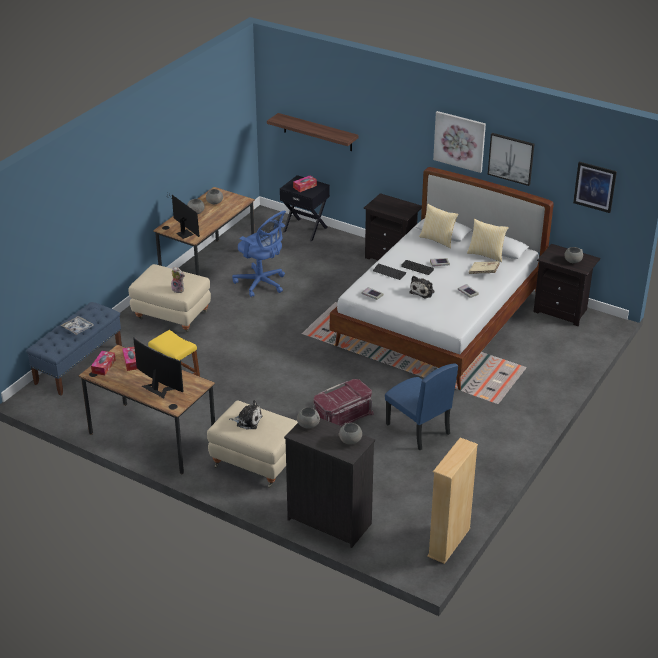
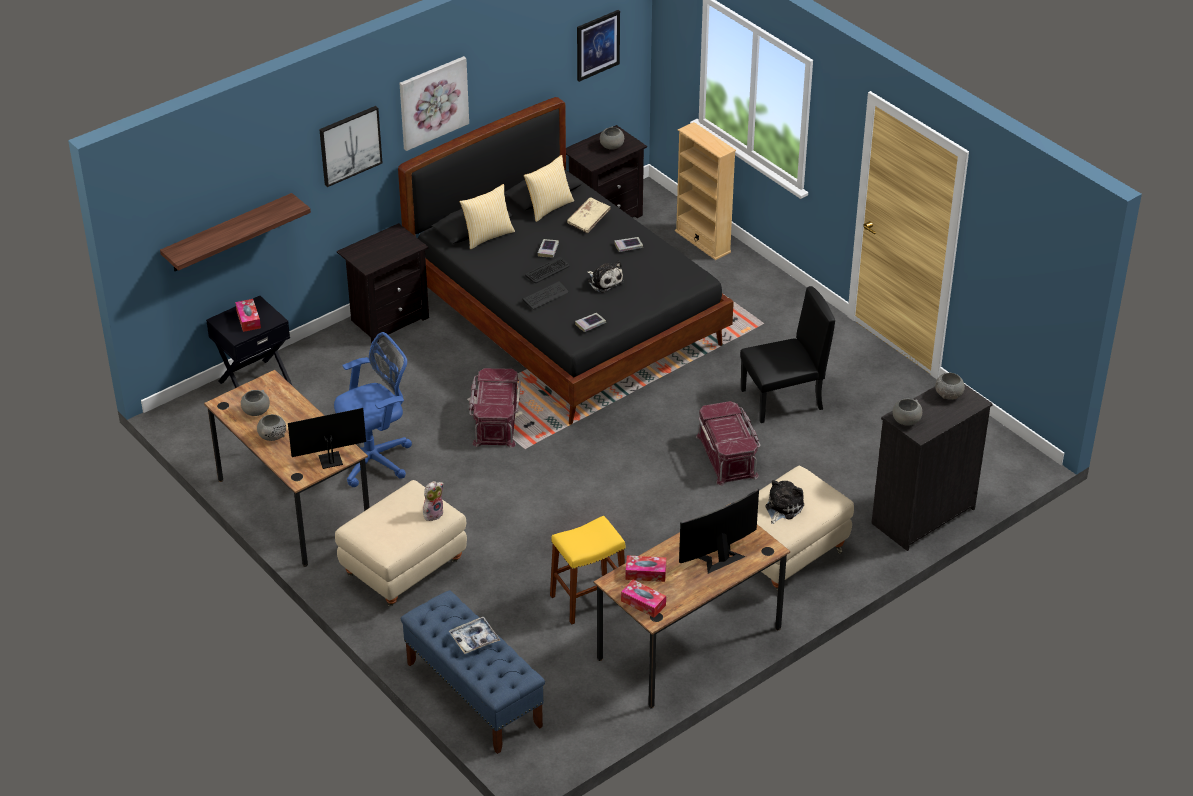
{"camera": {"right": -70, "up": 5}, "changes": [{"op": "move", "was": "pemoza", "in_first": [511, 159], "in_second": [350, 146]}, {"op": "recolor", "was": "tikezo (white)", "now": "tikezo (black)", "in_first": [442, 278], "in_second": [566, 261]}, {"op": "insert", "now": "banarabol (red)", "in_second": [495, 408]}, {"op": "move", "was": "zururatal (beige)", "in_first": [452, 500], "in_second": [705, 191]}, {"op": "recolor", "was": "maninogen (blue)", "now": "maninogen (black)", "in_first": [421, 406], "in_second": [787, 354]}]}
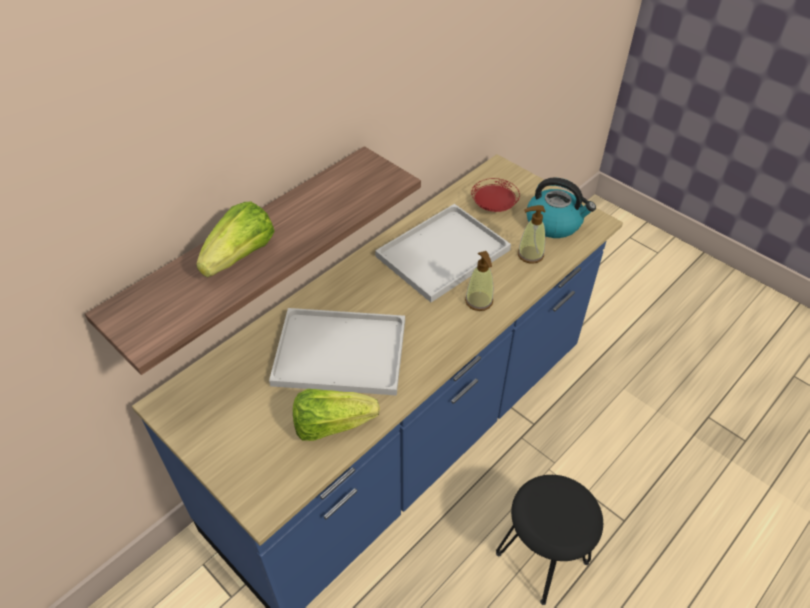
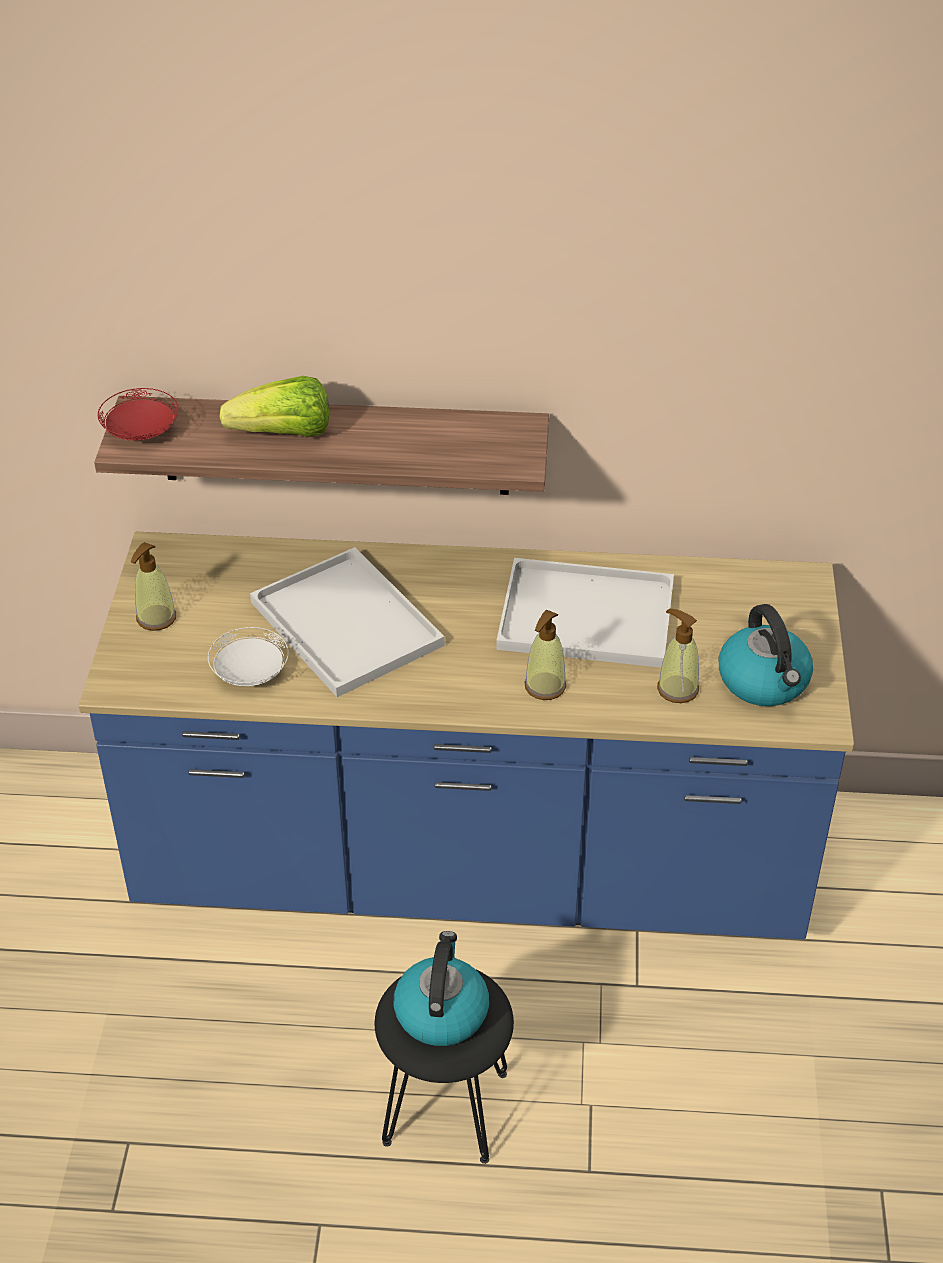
{"camera": {"right": 50, "up": -5}, "changes": [{"op": "move", "was": "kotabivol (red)", "in_first": [495, 195], "in_second": [138, 414]}, {"op": "insert", "now": "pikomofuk", "in_second": [153, 586]}, {"op": "replace", "was": "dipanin", "now": "kotabivol (white)", "in_first": [336, 415], "in_second": [248, 656]}, {"op": "insert", "now": "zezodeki", "in_second": [441, 988]}]}
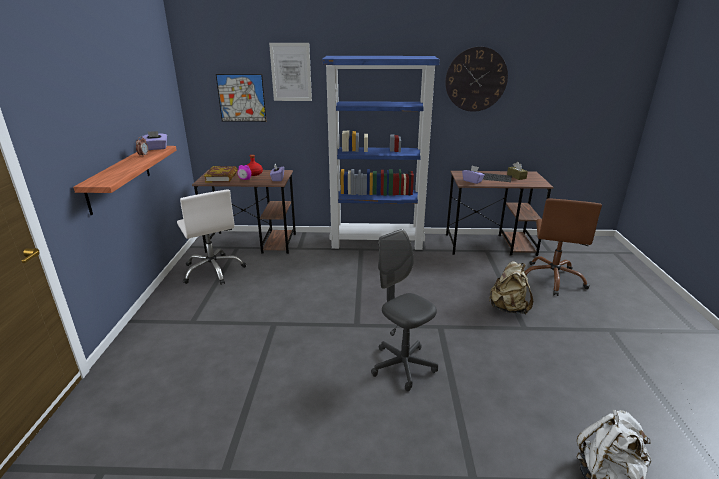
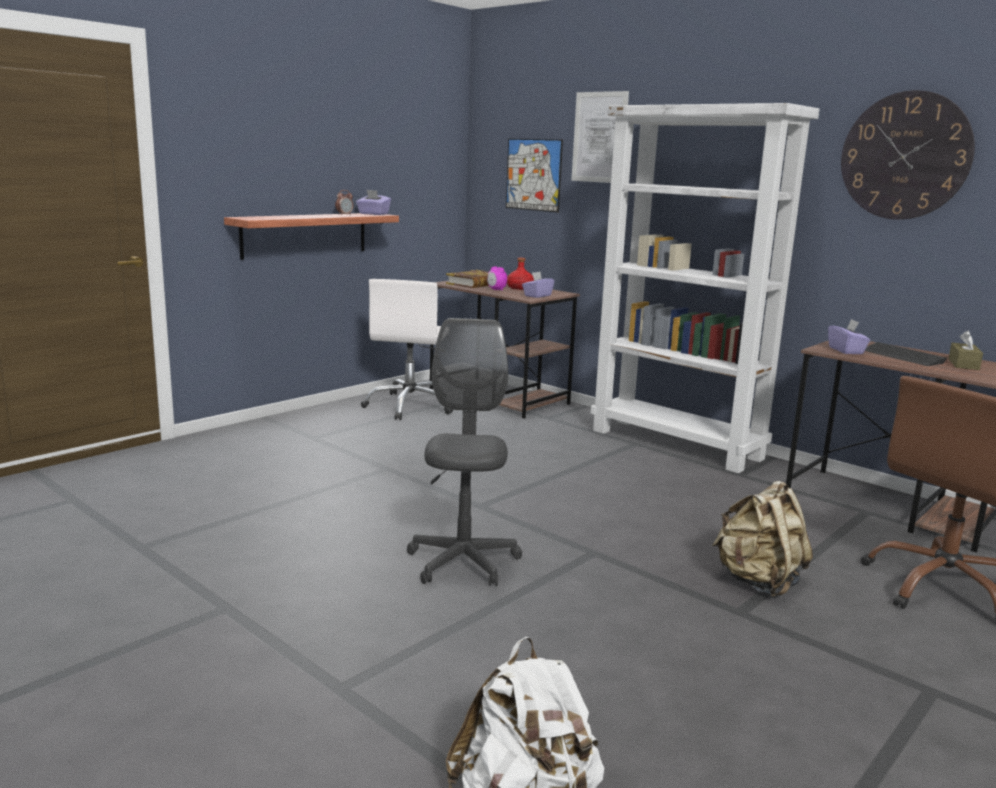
{"camera": {"right": 40, "up": -10}, "changes": [{"op": "recolor", "was": "zururatal (blue)", "now": "zururatal (white)", "in_first": [381, 153], "in_second": [705, 288]}]}
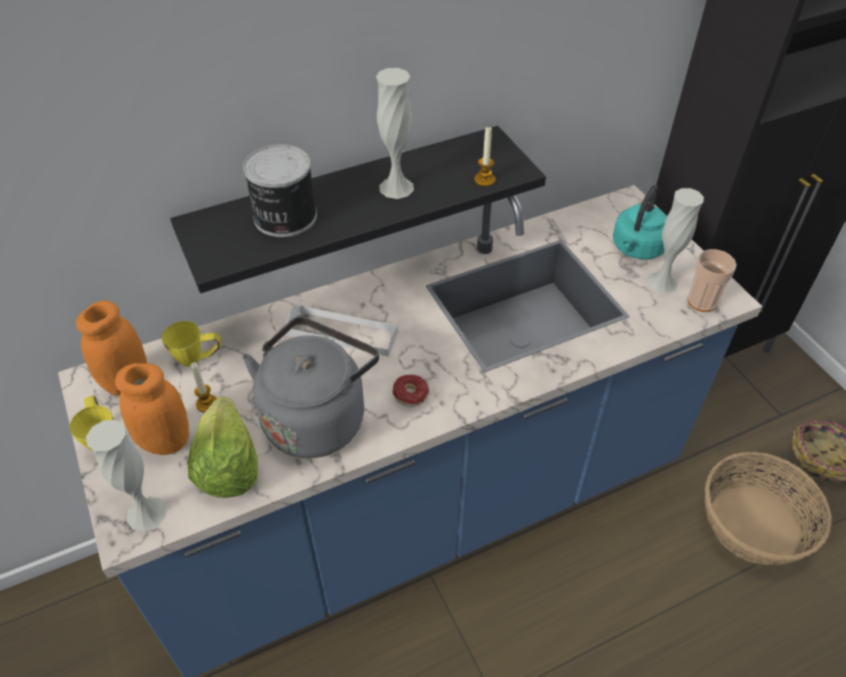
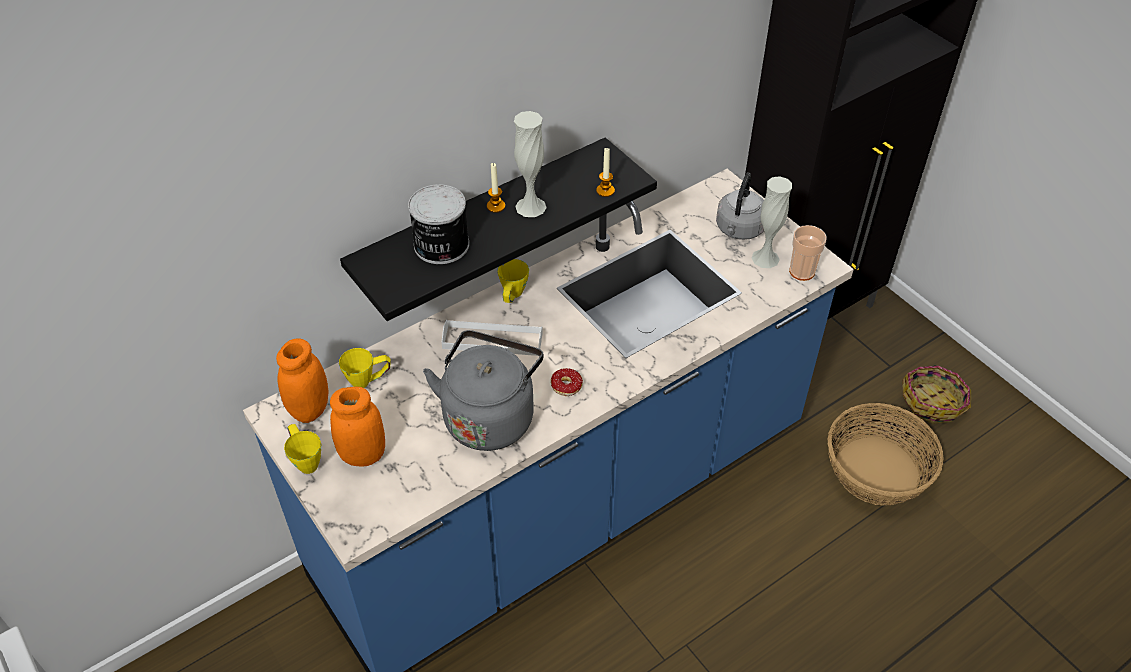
{"camera": {"right": -10, "up": 0}, "changes": [{"op": "move", "was": "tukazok", "in_first": [204, 387], "in_second": [496, 188]}, {"op": "insert", "now": "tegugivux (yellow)", "in_second": [513, 281]}, {"op": "recolor", "was": "zezodeki (turquoise)", "now": "zezodeki (grey)", "in_first": [640, 222], "in_second": [740, 206]}, {"op": "delete", "was": "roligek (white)", "in_first": [126, 476]}, {"op": "delete", "was": "dipanin", "in_first": [223, 447]}]}
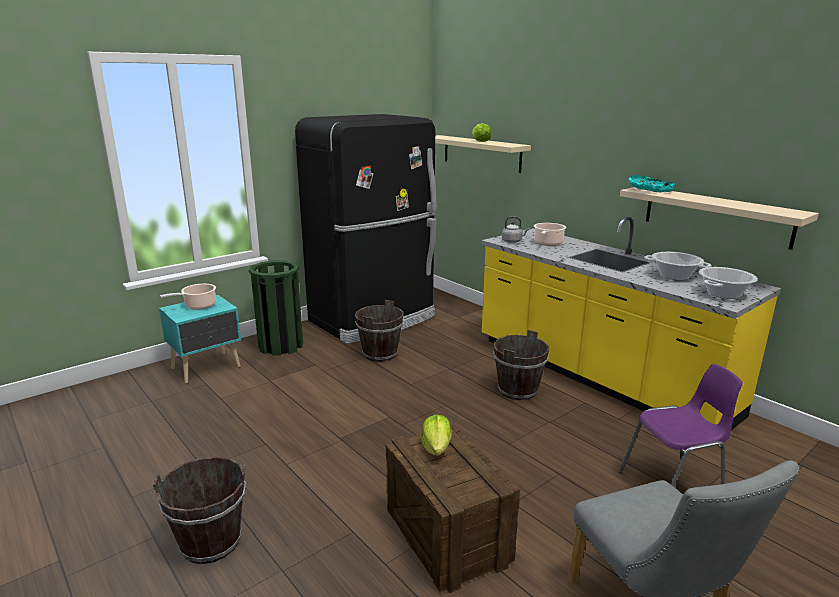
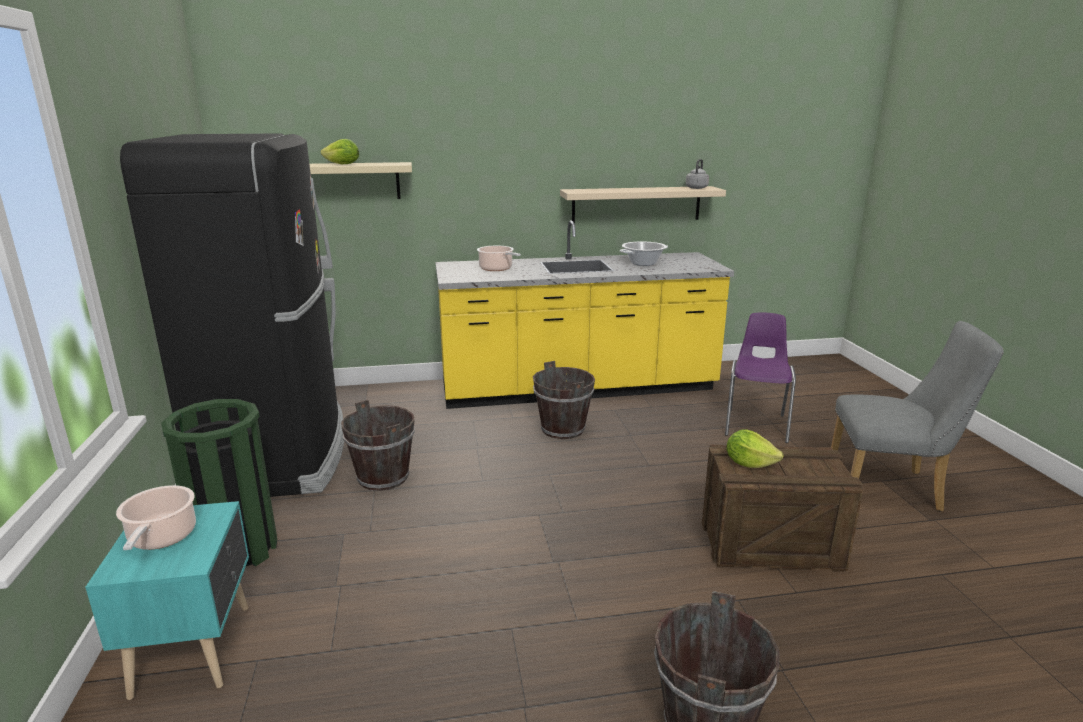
{"camera": {"right": -60, "up": 0}, "changes": [{"op": "move", "was": "zezodeki (grey)", "in_first": [515, 230], "in_second": [697, 174]}, {"op": "delete", "was": "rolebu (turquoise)", "in_first": [652, 183]}, {"op": "delete", "was": "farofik", "in_first": [728, 283]}]}
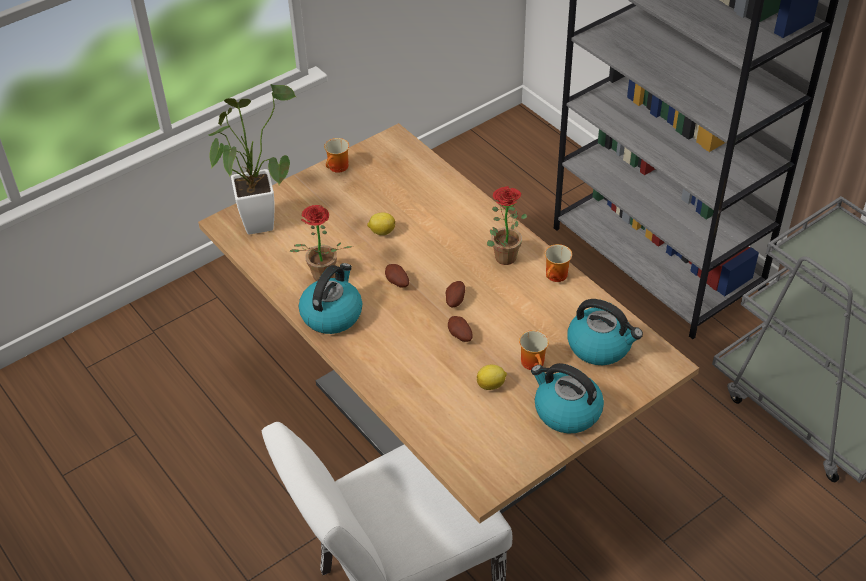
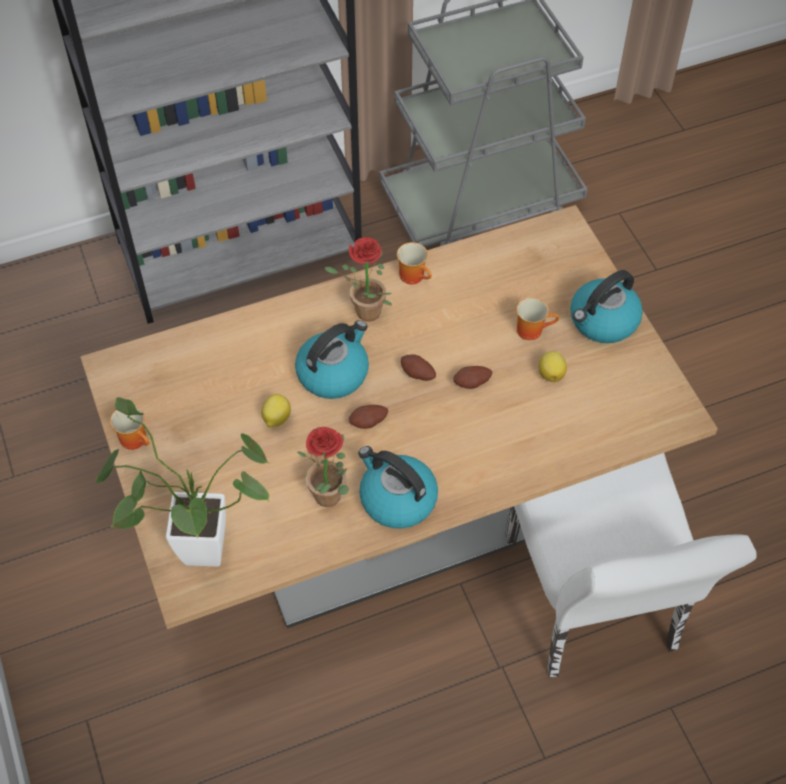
{"camera": {"right": -75, "up": 10}, "changes": [{"op": "move", "was": "zezodeki", "in_first": [605, 332], "in_second": [332, 359]}]}
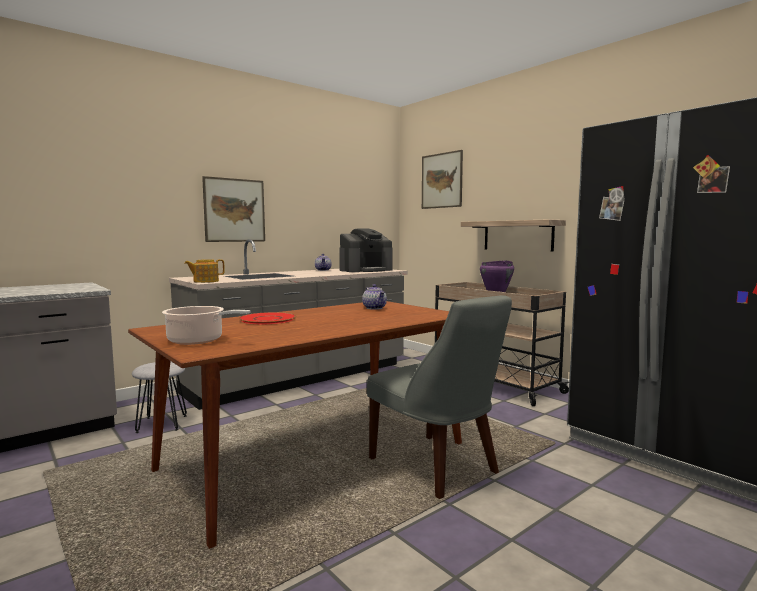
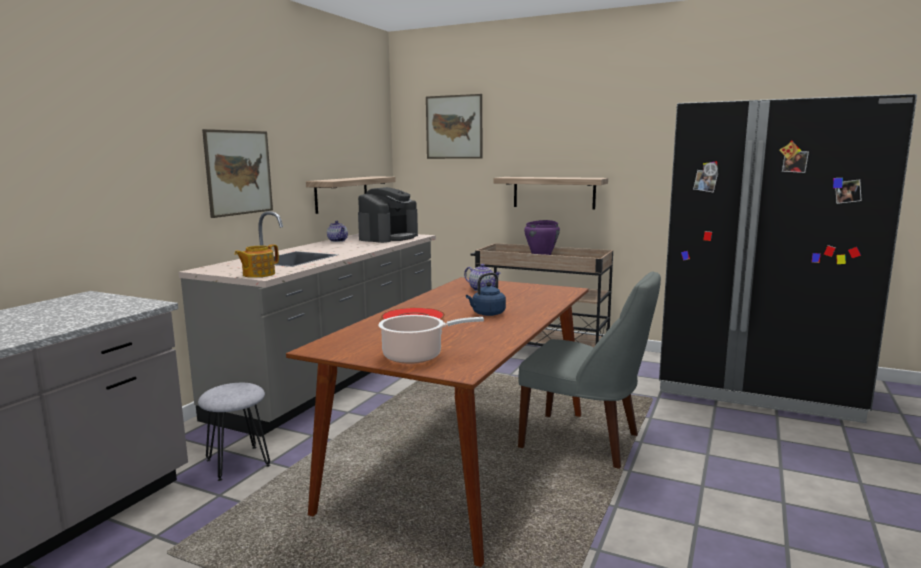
{"camera": {"right": -25, "up": 5}, "changes": [{"op": "insert", "now": "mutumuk", "in_second": [351, 195]}, {"op": "insert", "now": "zezodeki (blue)", "in_second": [486, 294]}]}
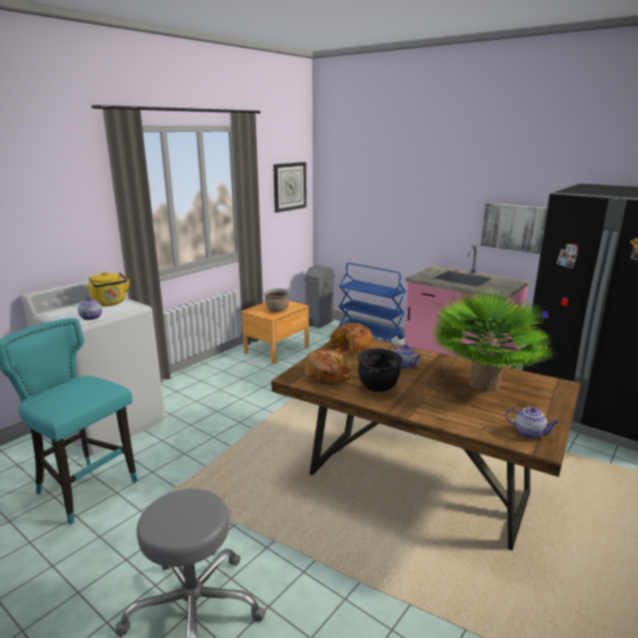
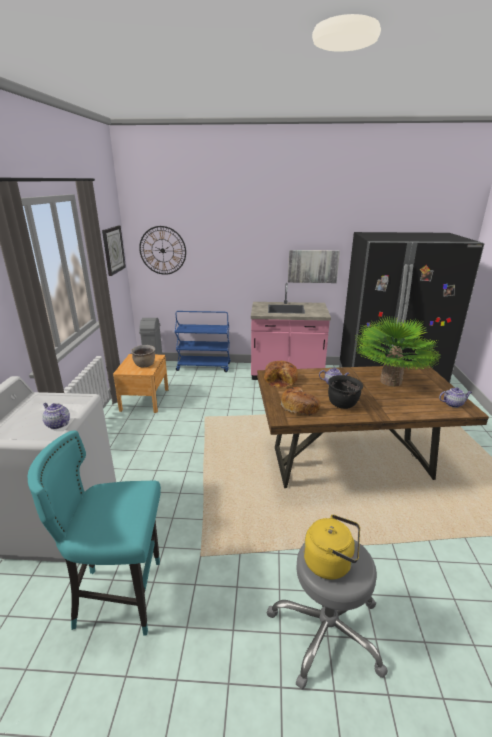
{"camera": {"right": -35, "up": 5}, "changes": [{"op": "insert", "now": "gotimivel", "in_second": [162, 250]}, {"op": "move", "was": "zezodeki (yellow)", "in_first": [109, 289], "in_second": [332, 547]}]}
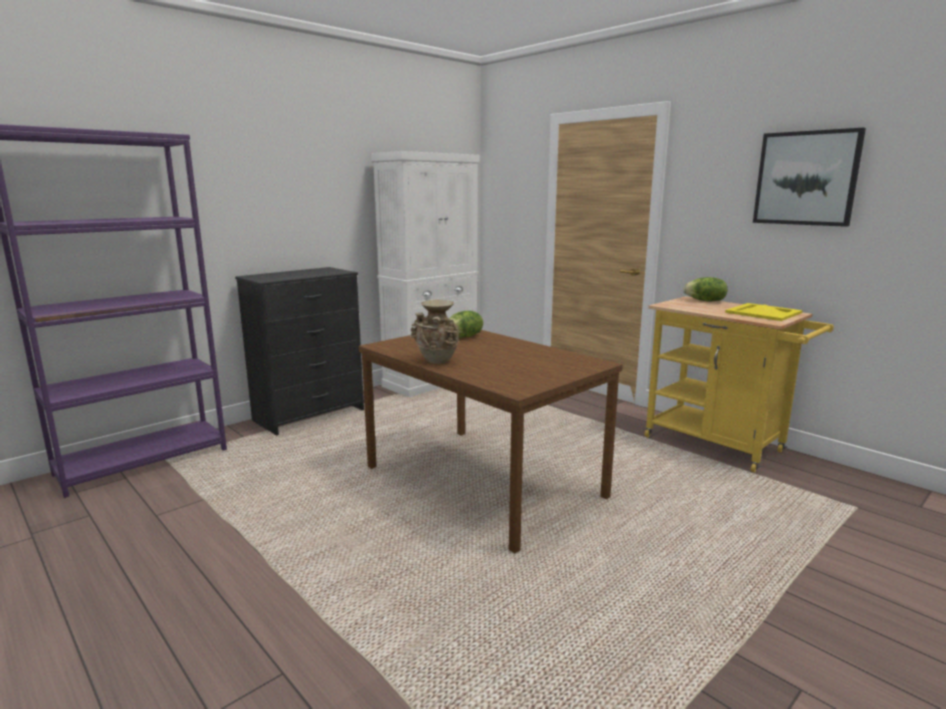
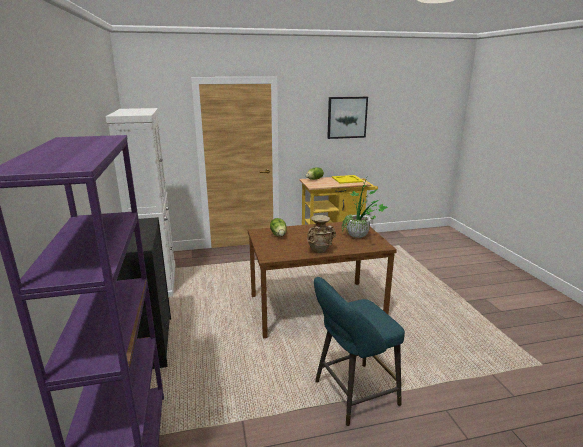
{"camera": {"right": -60, "up": 5}, "changes": [{"op": "insert", "now": "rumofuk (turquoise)", "in_second": [359, 351]}, {"op": "insert", "now": "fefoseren", "in_second": [365, 208]}]}
